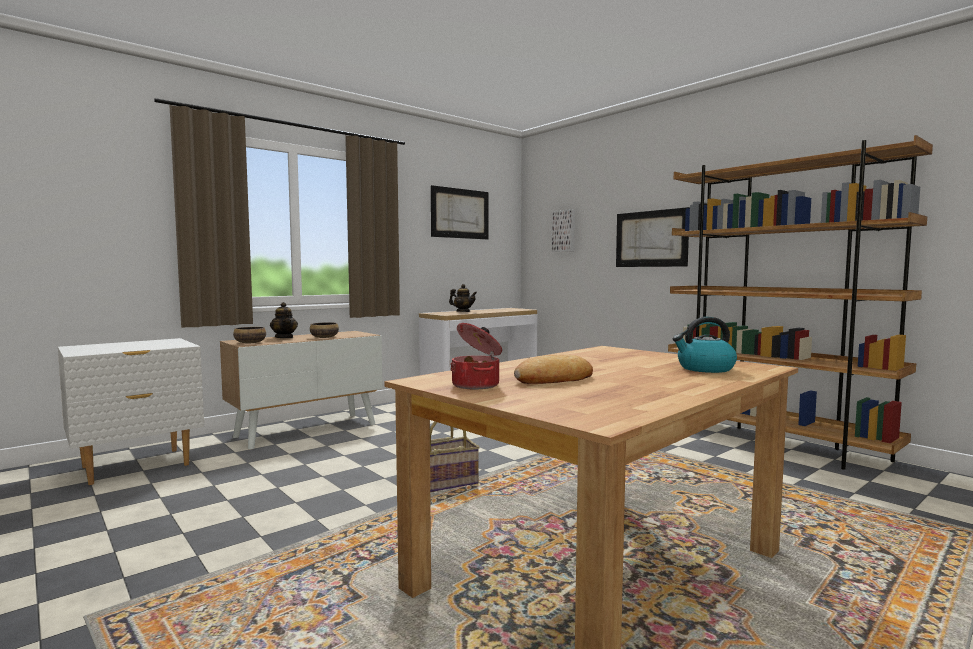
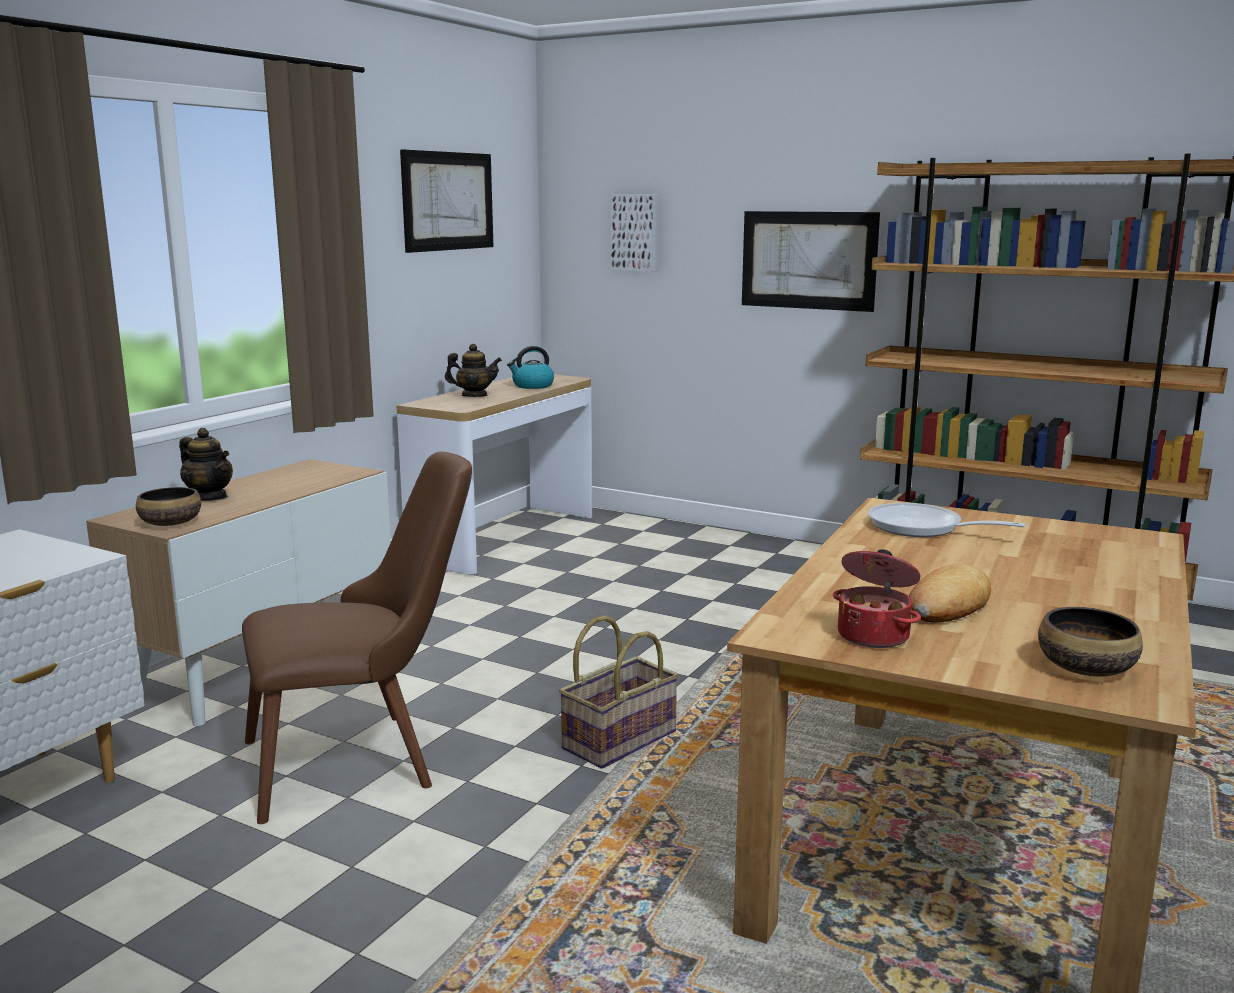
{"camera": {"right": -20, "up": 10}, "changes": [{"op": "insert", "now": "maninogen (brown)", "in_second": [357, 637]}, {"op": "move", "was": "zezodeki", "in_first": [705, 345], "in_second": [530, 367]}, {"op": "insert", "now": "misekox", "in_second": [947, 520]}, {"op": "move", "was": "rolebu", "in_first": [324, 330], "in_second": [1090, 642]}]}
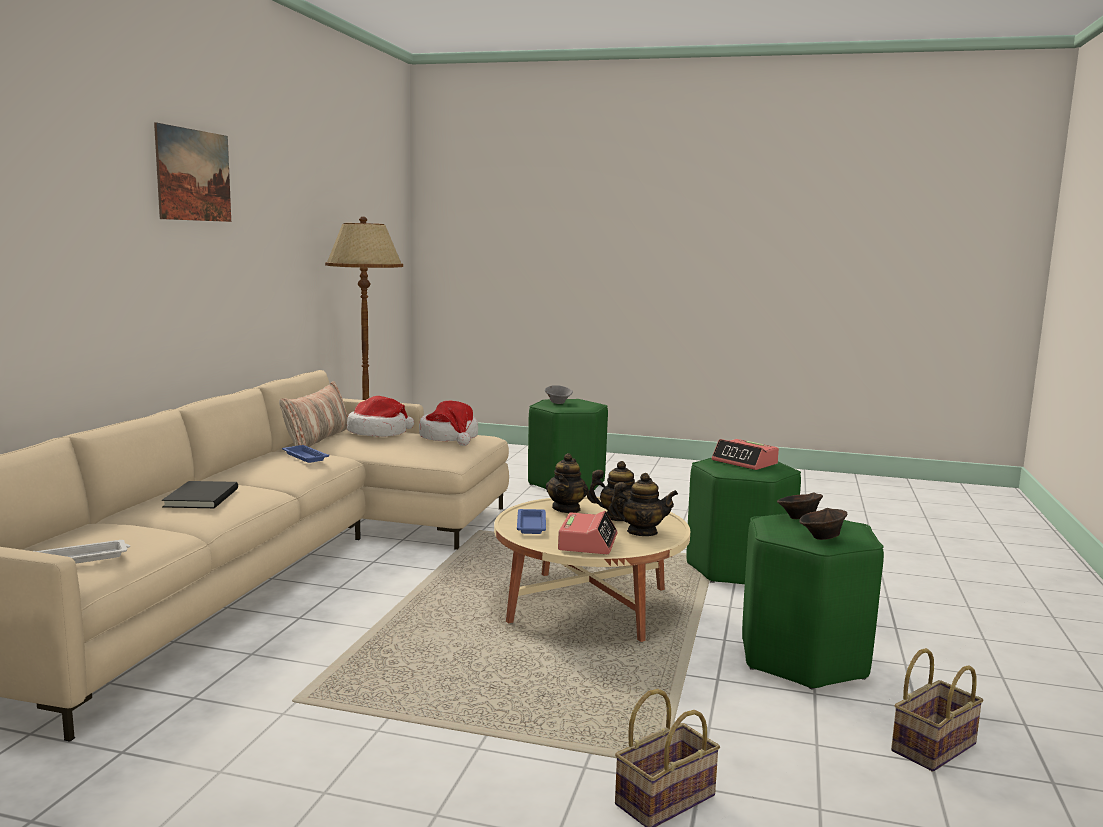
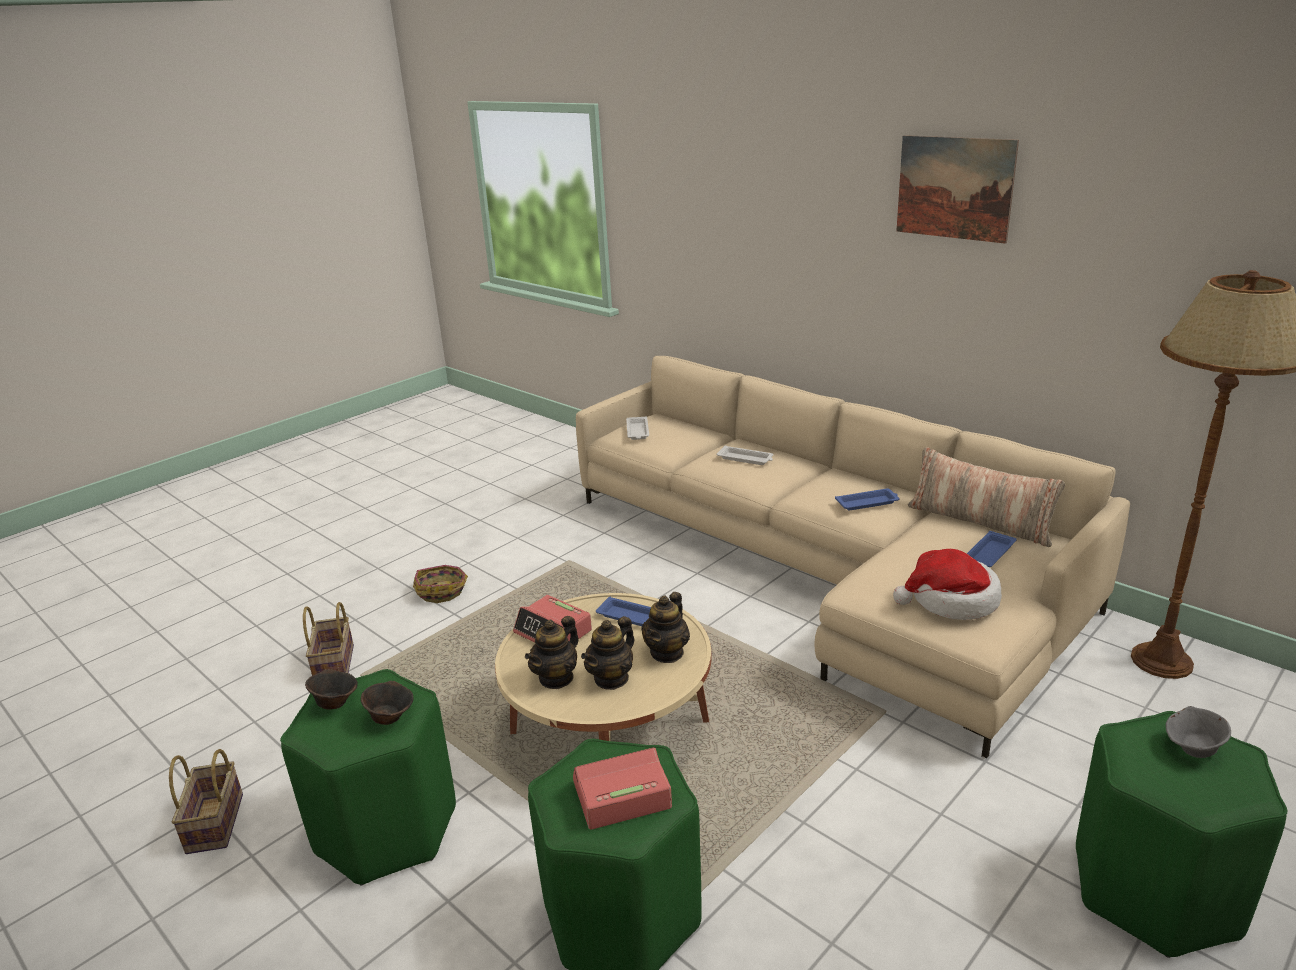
{"camera": {"right": 120, "up": 15}, "changes": [{"op": "insert", "now": "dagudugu", "in_second": [440, 584]}, {"op": "rotate", "was": "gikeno", "in_first": [567, 483], "in_second": [665, 627], "clockwise": -105}, {"op": "replace", "was": "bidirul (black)", "now": "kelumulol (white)", "in_first": [200, 494], "in_second": [745, 455]}, {"op": "replace", "was": "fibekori", "now": "kelumulol (blue)", "in_first": [380, 416], "in_second": [992, 549]}]}
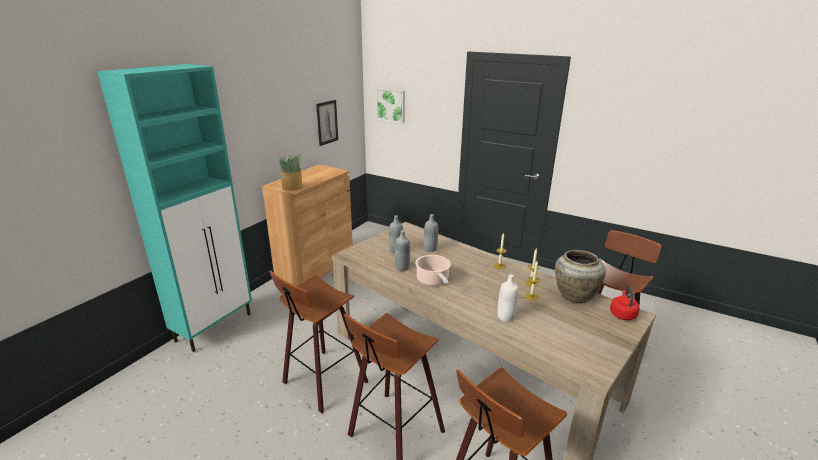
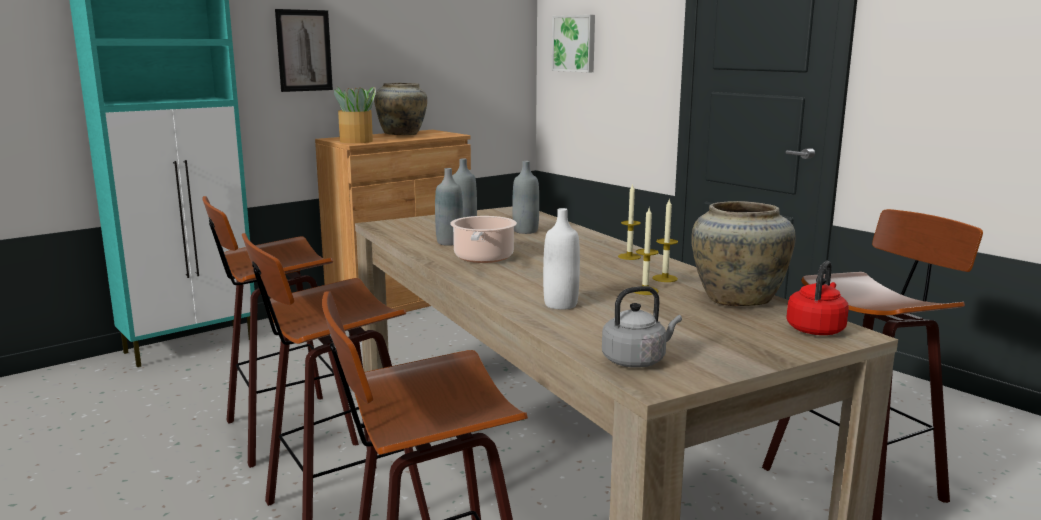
{"camera": {"right": 20, "up": -10}, "changes": [{"op": "move", "was": "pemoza", "in_first": [327, 123], "in_second": [304, 50]}, {"op": "insert", "now": "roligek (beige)", "in_second": [400, 109]}, {"op": "insert", "now": "zezodeki (grey)", "in_second": [642, 327]}]}
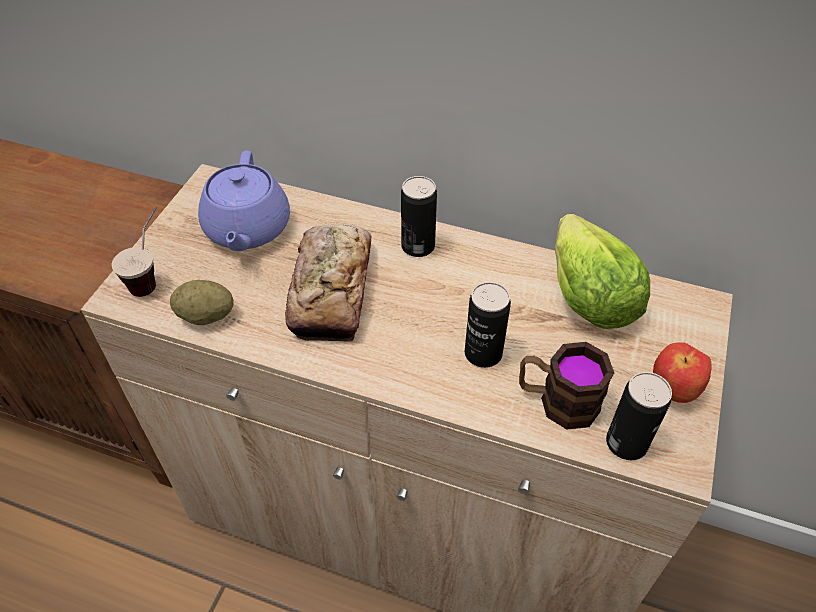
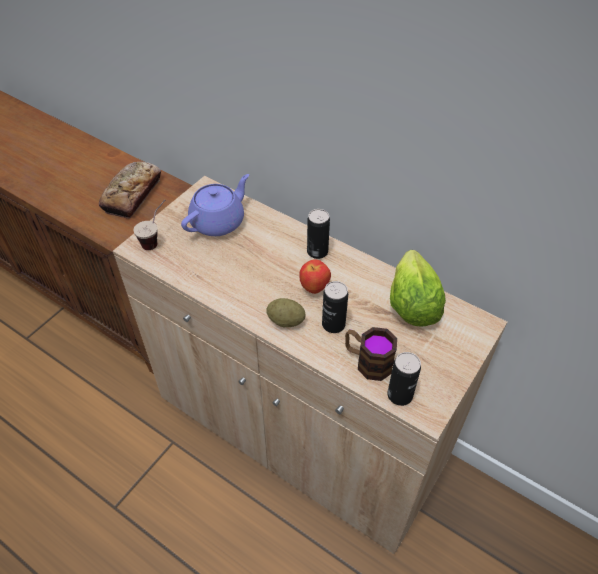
{"camera": {"right": 15, "up": 0}, "changes": [{"op": "move", "was": "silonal", "in_first": [328, 282], "in_second": [130, 190]}, {"op": "rotate", "was": "gikeno (purple)", "in_first": [244, 201], "in_second": [215, 205], "clockwise": -150}, {"op": "move", "was": "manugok", "in_first": [202, 302], "in_second": [286, 312]}, {"op": "move", "was": "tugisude", "in_first": [682, 372], "in_second": [315, 276]}]}
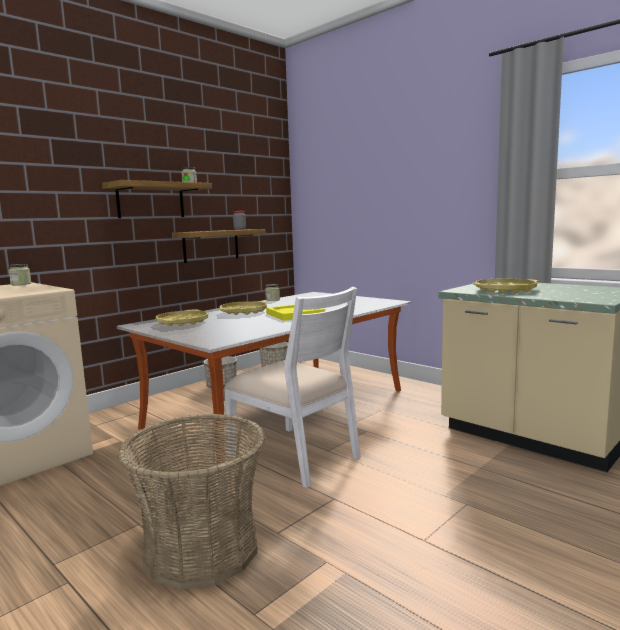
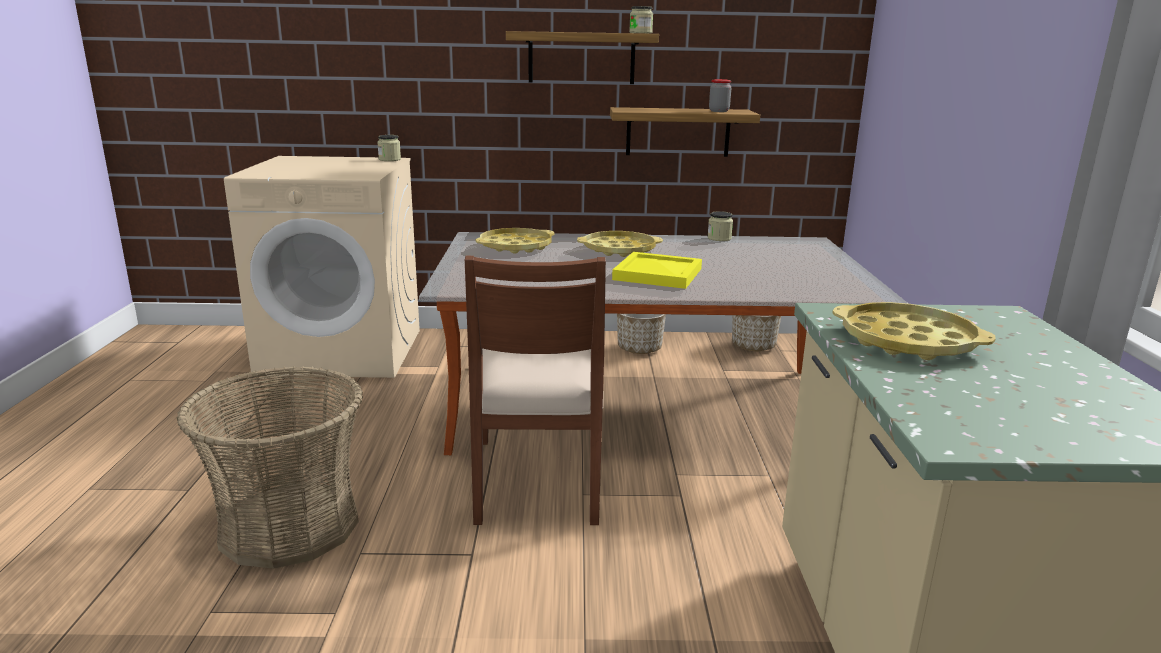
{"camera": {"right": 45, "up": 10}, "changes": [{"op": "recolor", "was": "maninogen (white)", "now": "maninogen (brown)", "in_first": [292, 387], "in_second": [535, 390]}]}
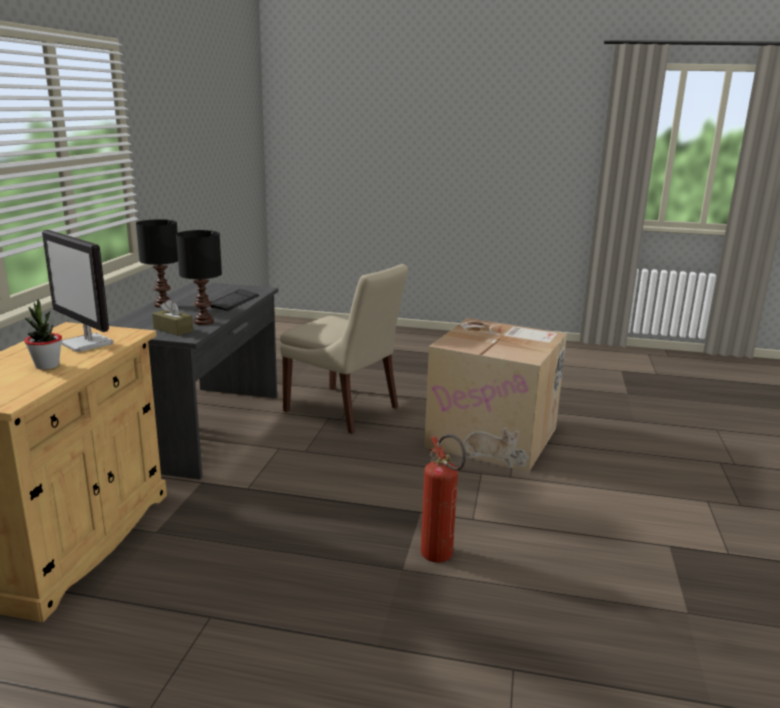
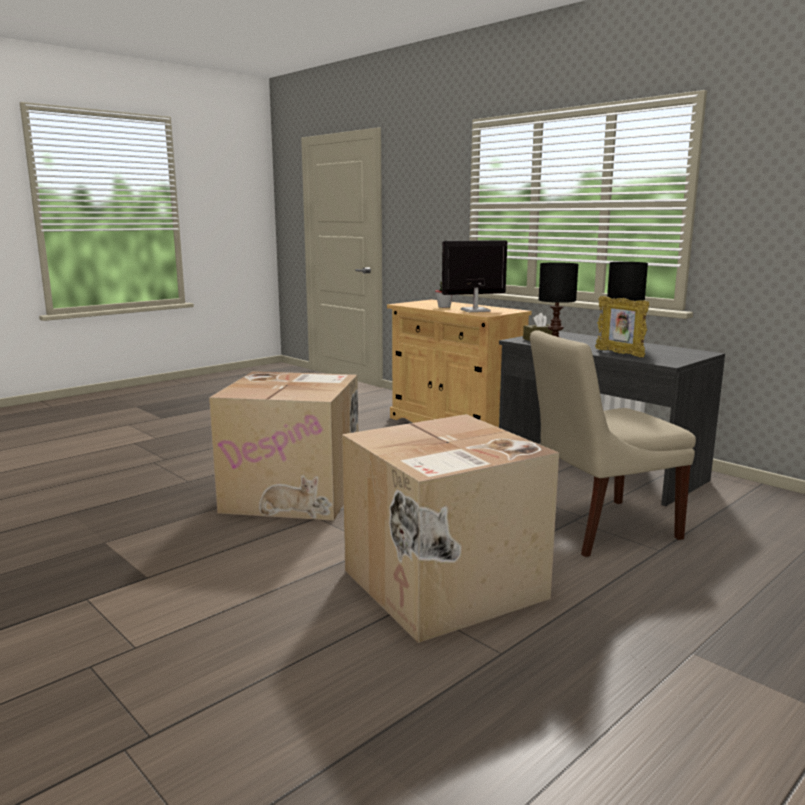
{"camera": {"right": 125, "up": -5}, "changes": [{"op": "replace", "was": "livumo", "now": "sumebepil", "in_first": [443, 498], "in_second": [283, 446]}, {"op": "replace", "was": "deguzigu", "now": "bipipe", "in_first": [235, 300], "in_second": [622, 326]}]}
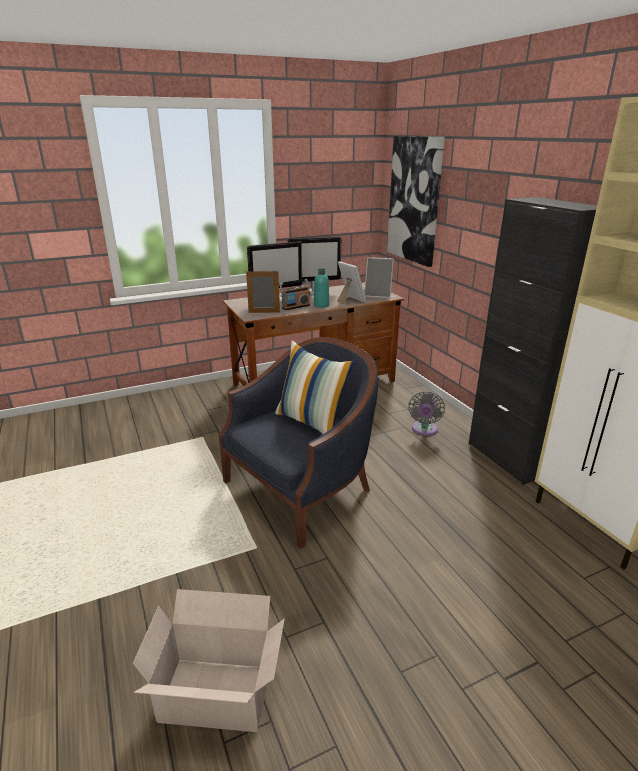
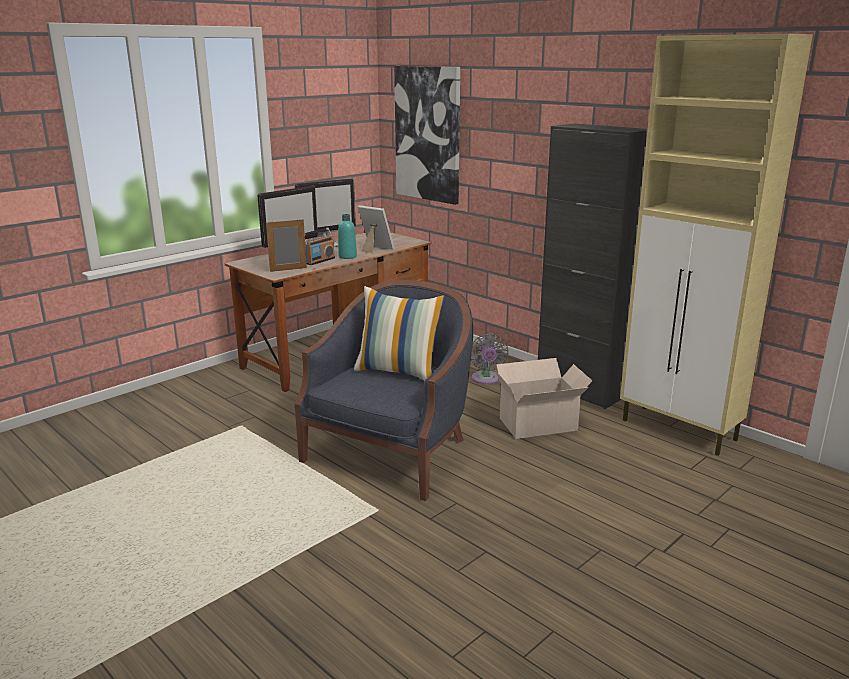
{"camera": {"right": -20, "up": -5}, "changes": [{"op": "move", "was": "sumebepil", "in_first": [208, 660], "in_second": [544, 398]}, {"op": "delete", "was": "bipipe", "in_first": [379, 278]}]}
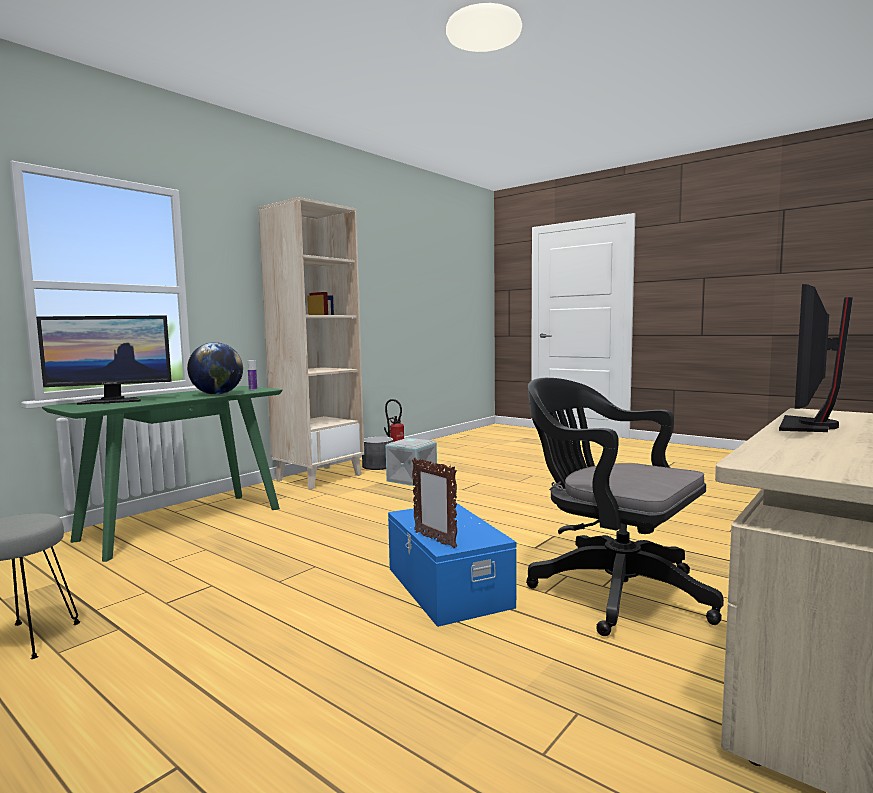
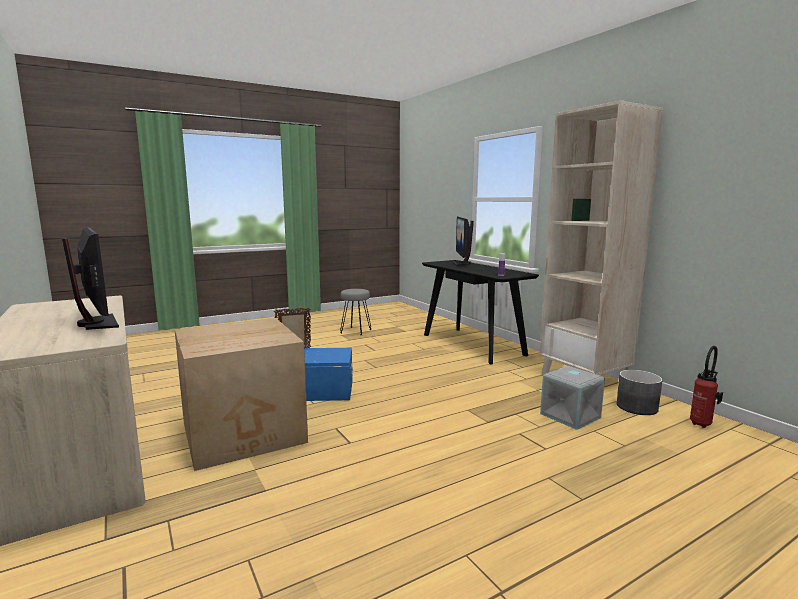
{"camera": {"right": 110, "up": 5}, "changes": [{"op": "replace", "was": "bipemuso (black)", "now": "sumebepil", "in_first": [625, 507], "in_second": [241, 394]}, {"op": "recolor", "was": "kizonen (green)", "now": "kizonen (black)", "in_first": [162, 474], "in_second": [480, 312]}, {"op": "delete", "was": "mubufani", "in_first": [215, 368]}]}
